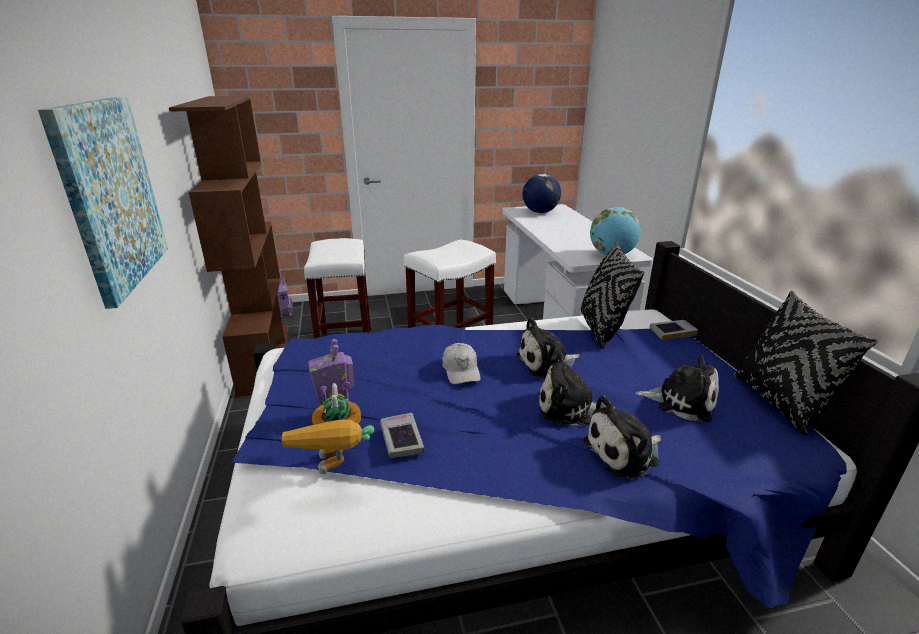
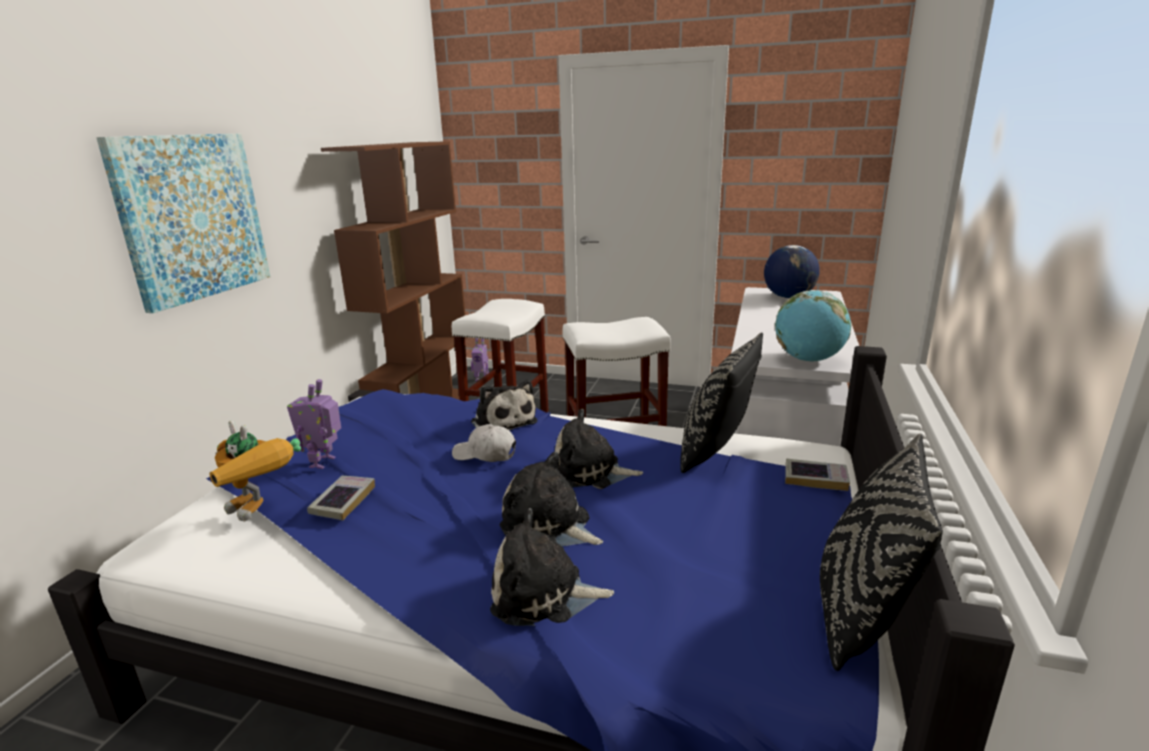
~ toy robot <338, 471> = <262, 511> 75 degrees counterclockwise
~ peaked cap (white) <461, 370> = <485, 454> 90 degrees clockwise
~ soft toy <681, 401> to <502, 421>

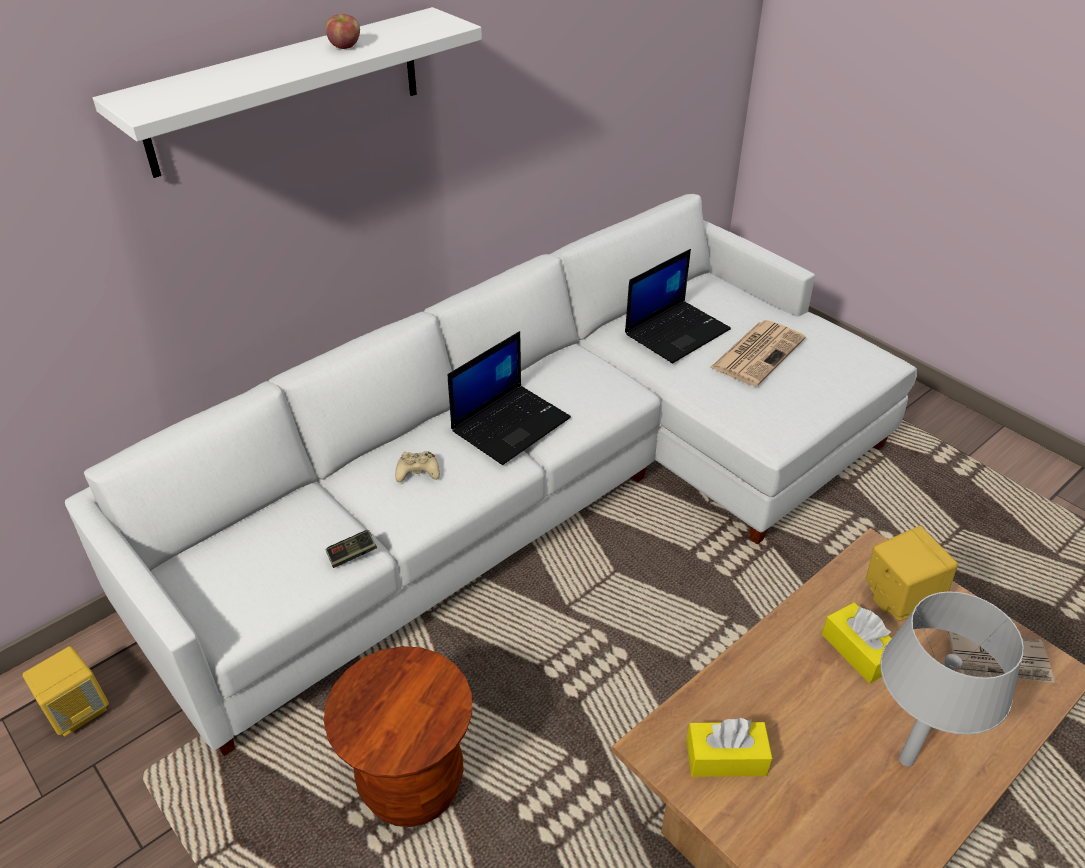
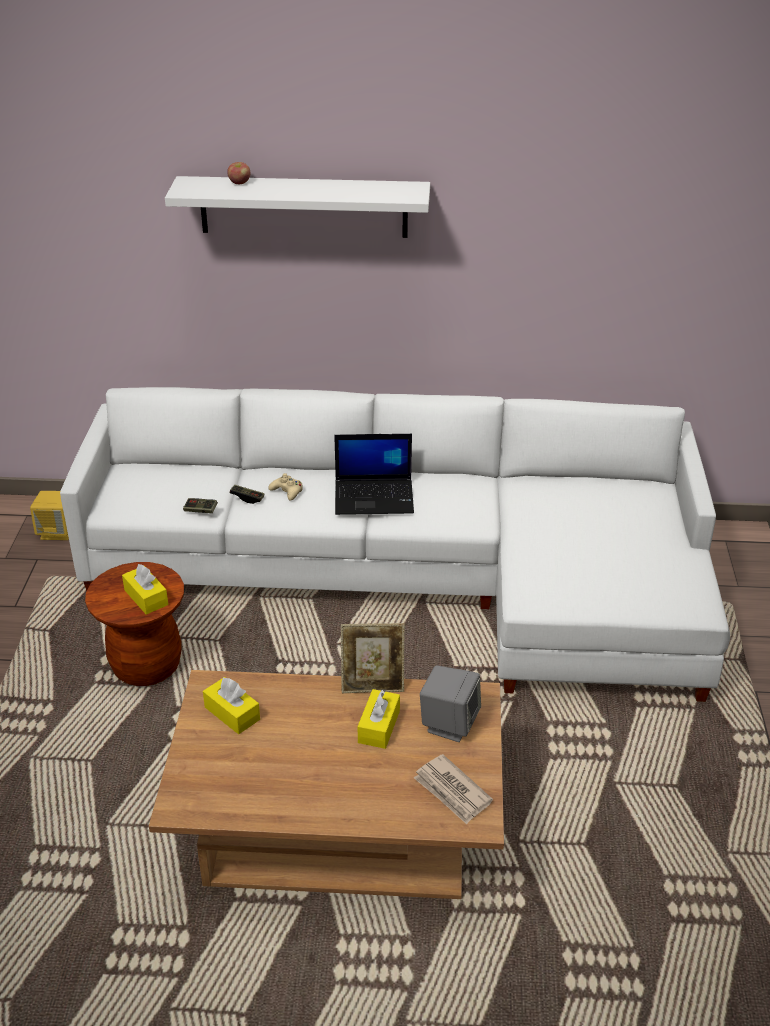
+ tissue box (yellow) <146, 597>
~ whole apple <345, 47> to <239, 183>
+ gamepad <247, 498>
+ standing frame <373, 684>
~ loudspeaker (yellow) <898, 598> to loudspeaker (grey) <449, 723>
- portable computer <677, 331>
- printed paper <758, 352>
- lamp for a table (grey) <906, 760>

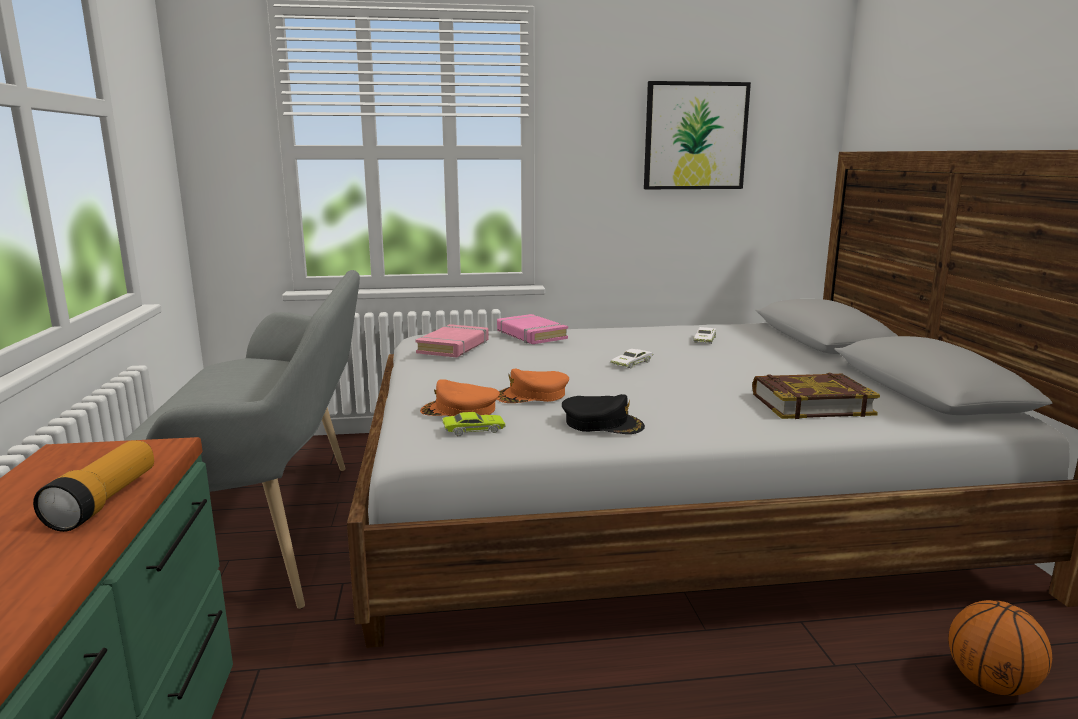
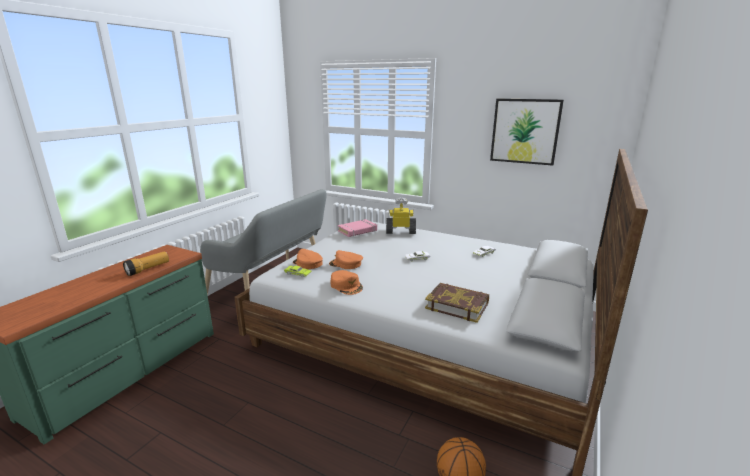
~ peaked cap (black-coloured) <602, 423> to peaked cap (orangey) <346, 286>
~ bound book (pink) <531, 335> to toy robot <401, 231>

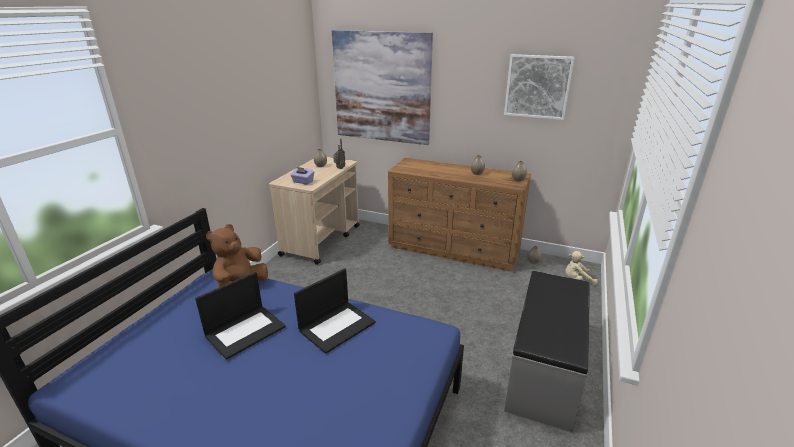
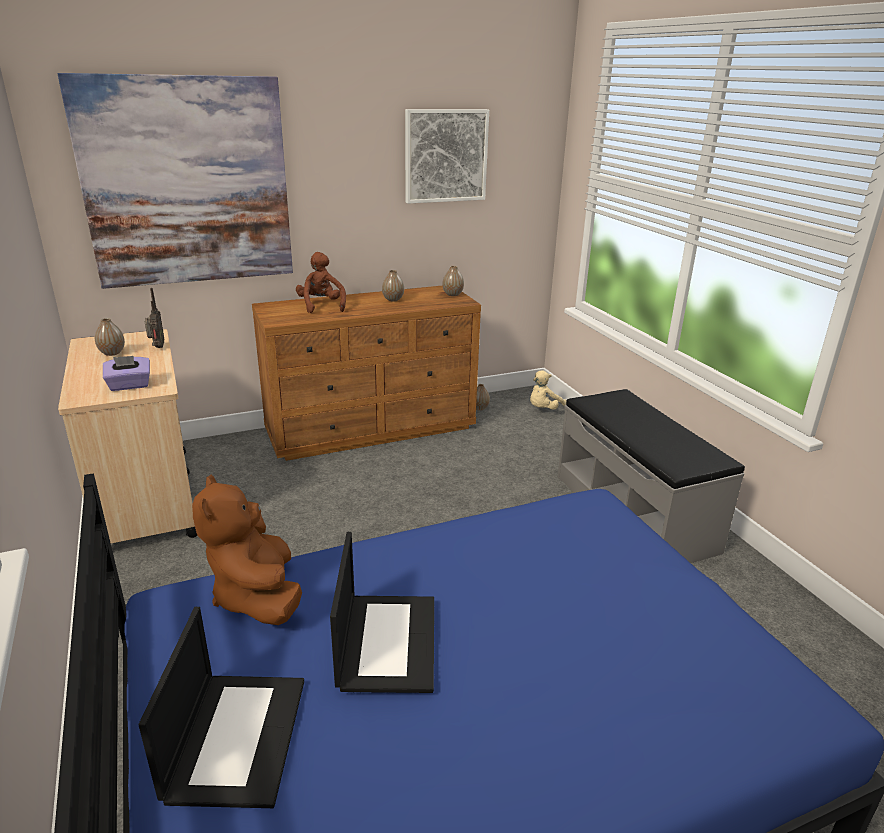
~ portable computer <337, 326> to <236, 736>
+ soft toy (brown) <321, 306>

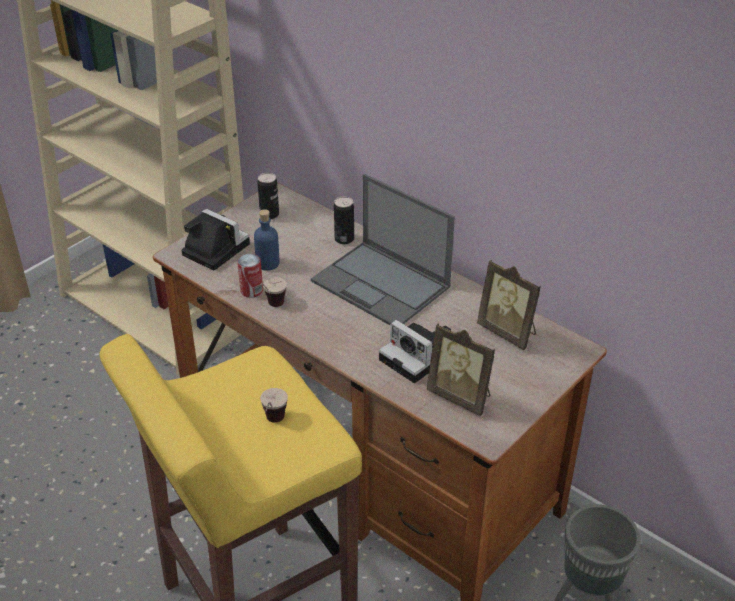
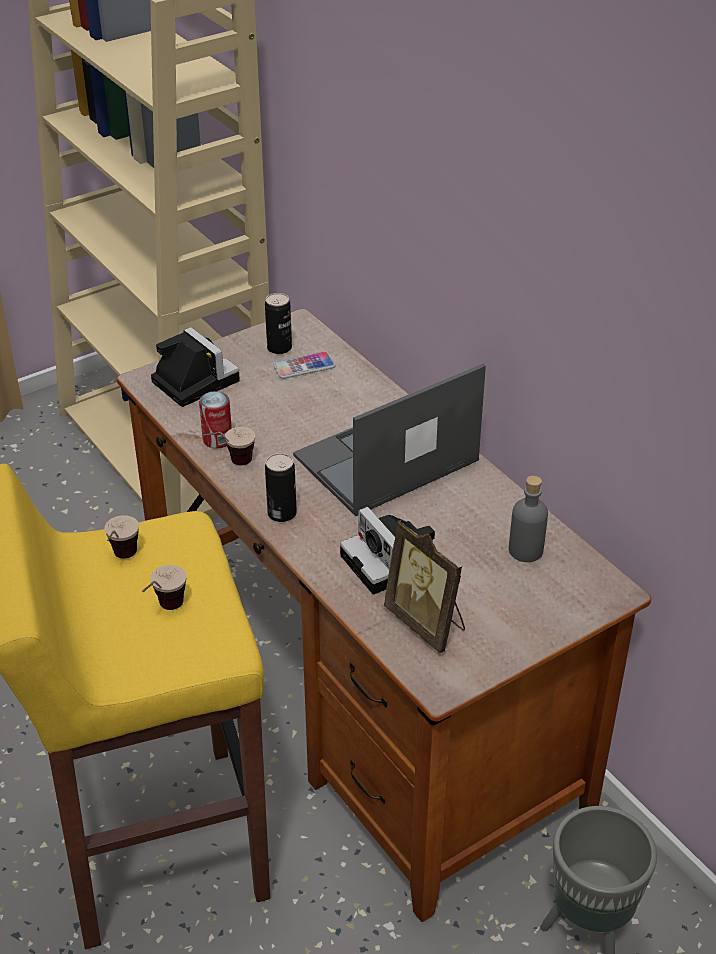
+ drinking cup <122, 561>
~ metal can <344, 239> to <282, 513>
+ handset <304, 366>
~ portable computer <382, 285> = <384, 460> 90 degrees clockwise
~ standing frame <508, 332> to drink bottle (grey) <525, 550>
- drink bottle (blue) <268, 263>

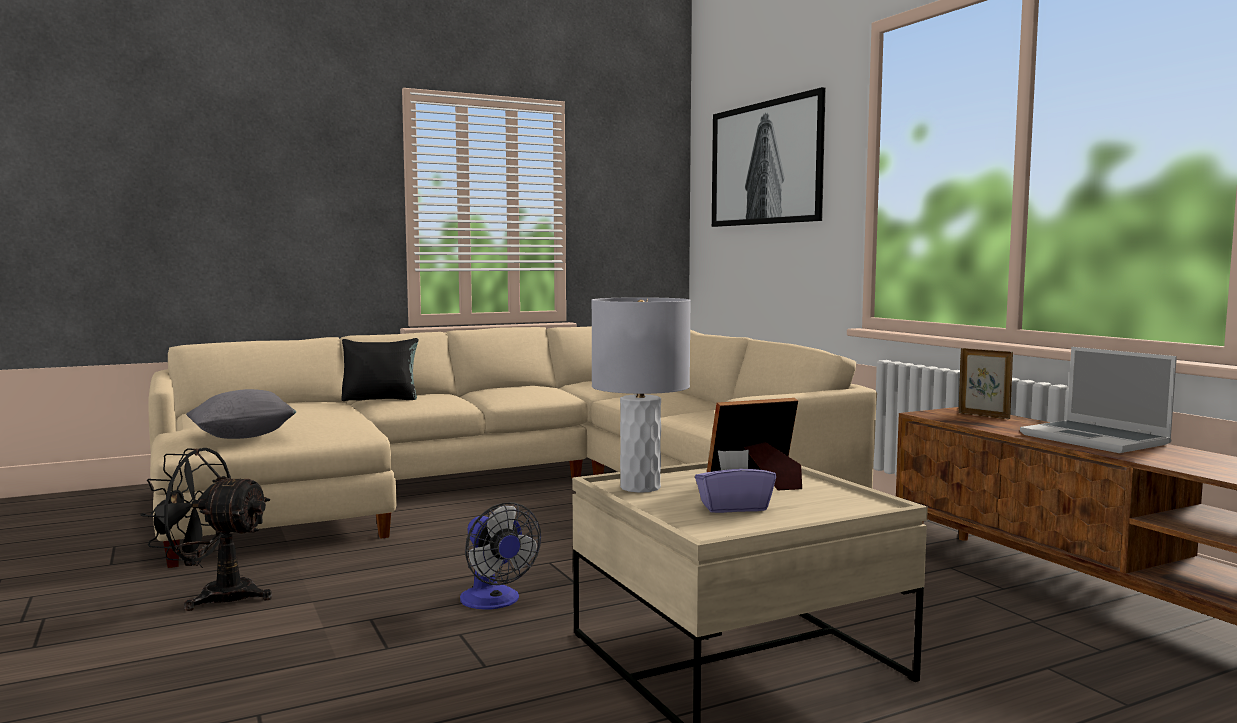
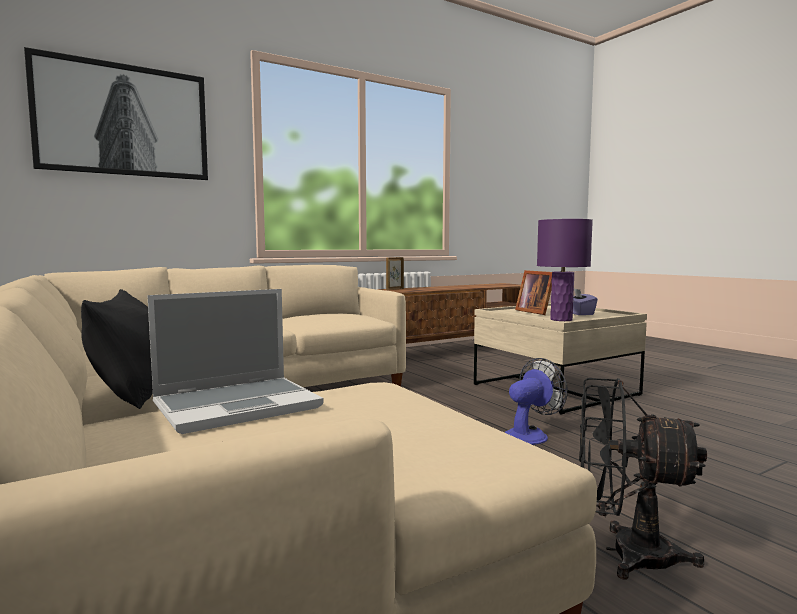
~ portable computer <1096, 439> to <238, 405>
~ lamp for a table (grey) <640, 487> to lamp for a table (purple) <561, 319>
~ fan (black-coloured) <215, 596> = <625, 553> 105 degrees clockwise
- pillow (grey) <243, 436>

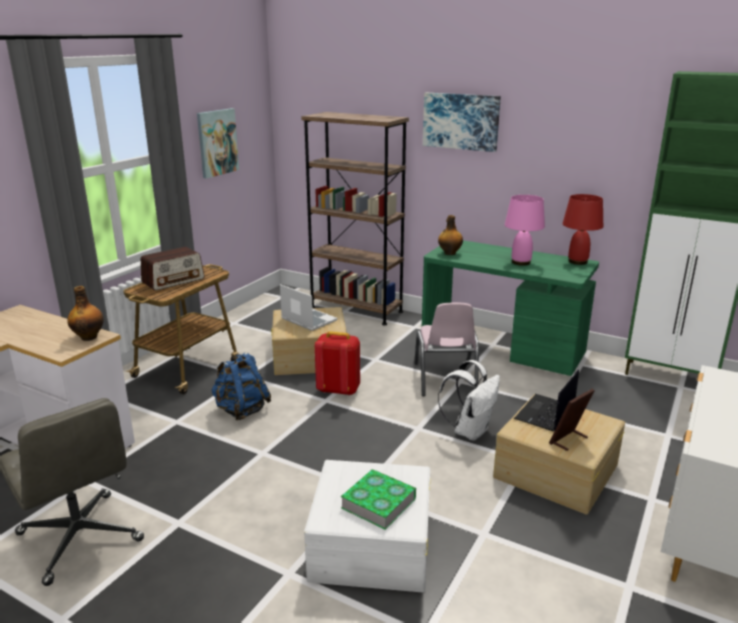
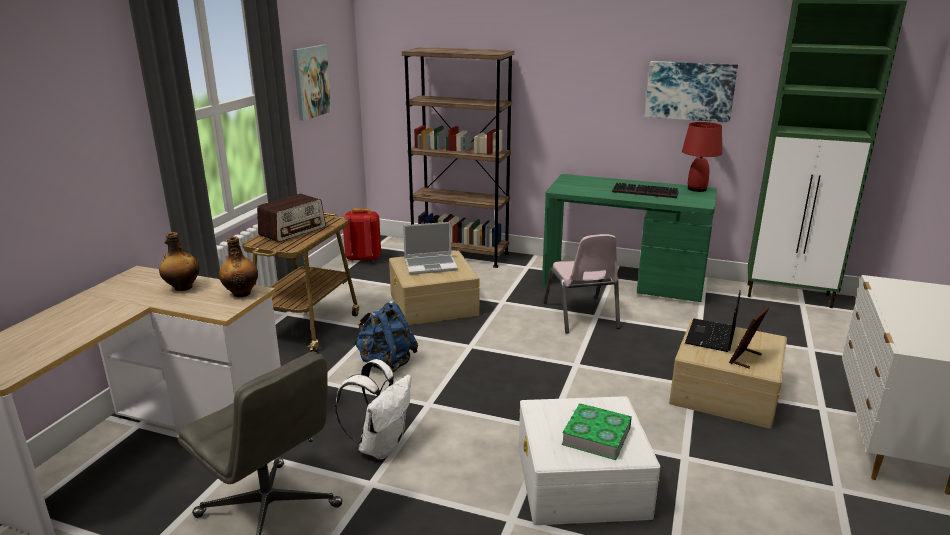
~ drink bottle <449, 253> to <182, 287>
~ knapsack (white) <470, 431> to <381, 445>
~ knapsack (red-coloured) <338, 390> to <363, 258>
~ portable computer <308, 320> = <431, 265> 135 degrees clockwise
~ lamp for a table (pink) <520, 262> to computer keyboard <643, 192>
~ wall picture <461, 121> to <690, 91>

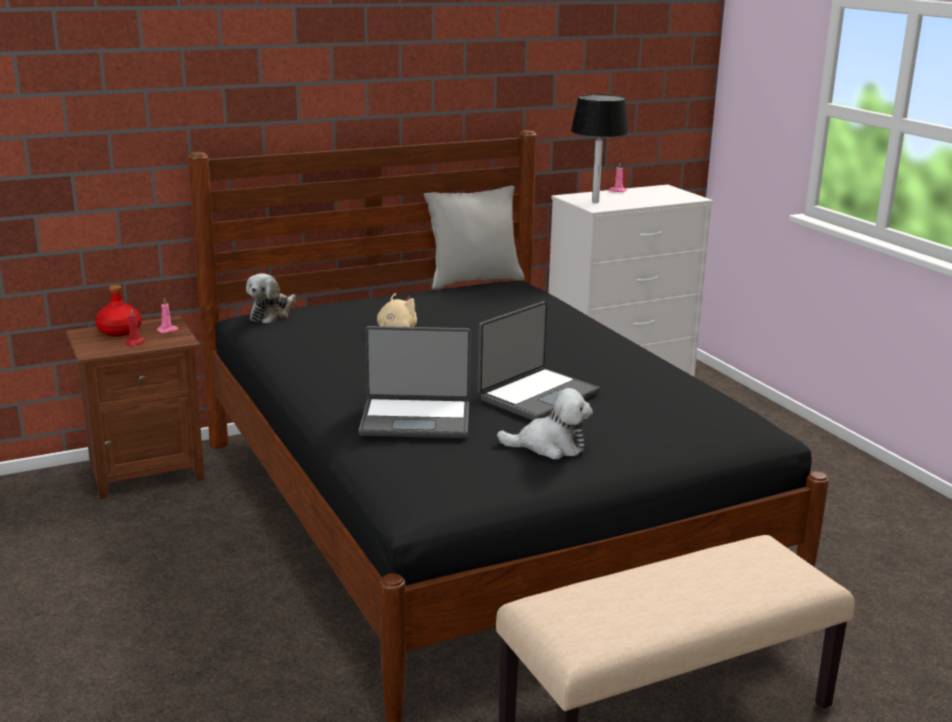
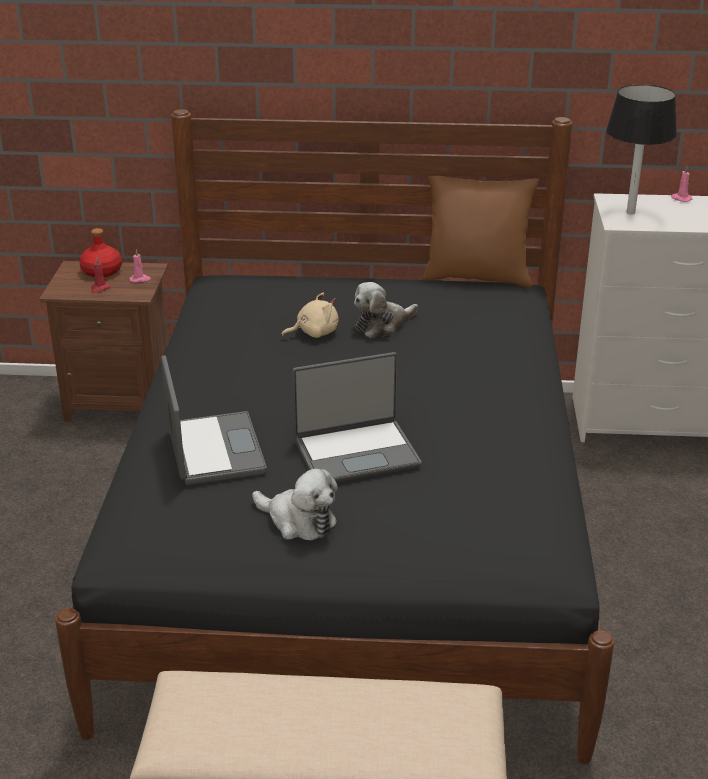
~ portable computer <416, 419> = <213, 450> 135 degrees counterclockwise
~ soft toy <272, 315> to <382, 325>
~ pillow (grey) <473, 281> to pillow (brown) <477, 277>

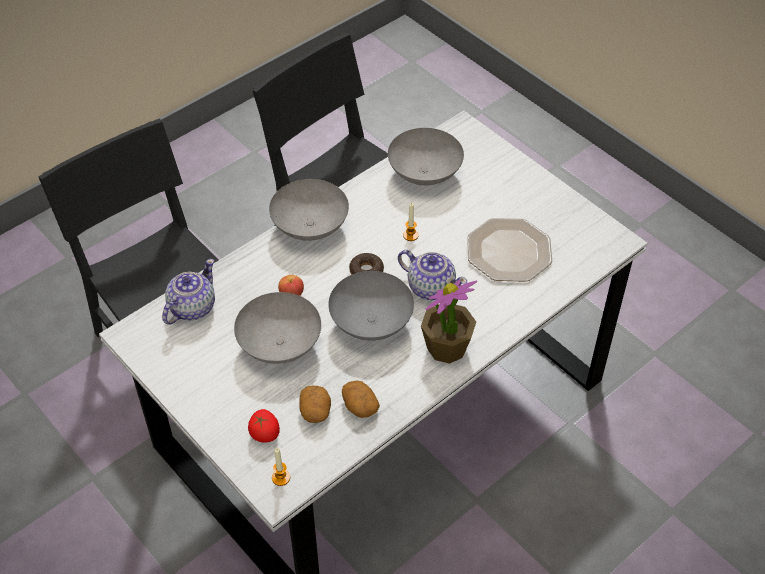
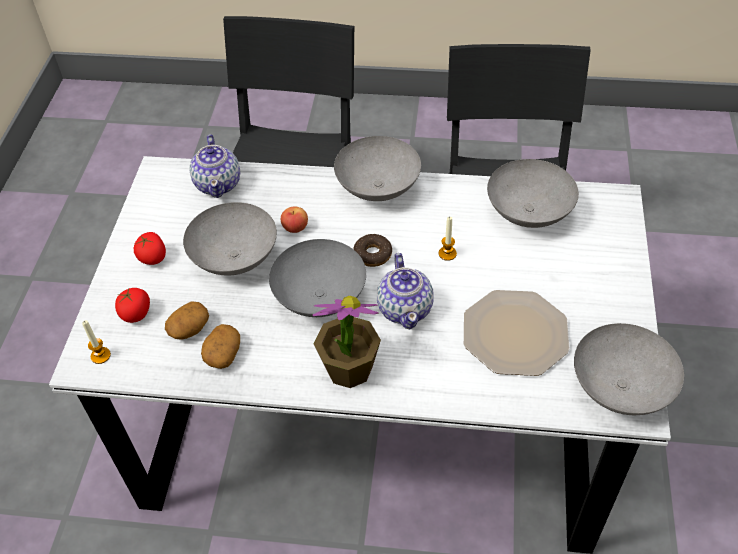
+ tomato <153, 258>
~ teapot <191, 308> = <218, 183> 90 degrees clockwise
+ bowl (grey) <622, 388>

